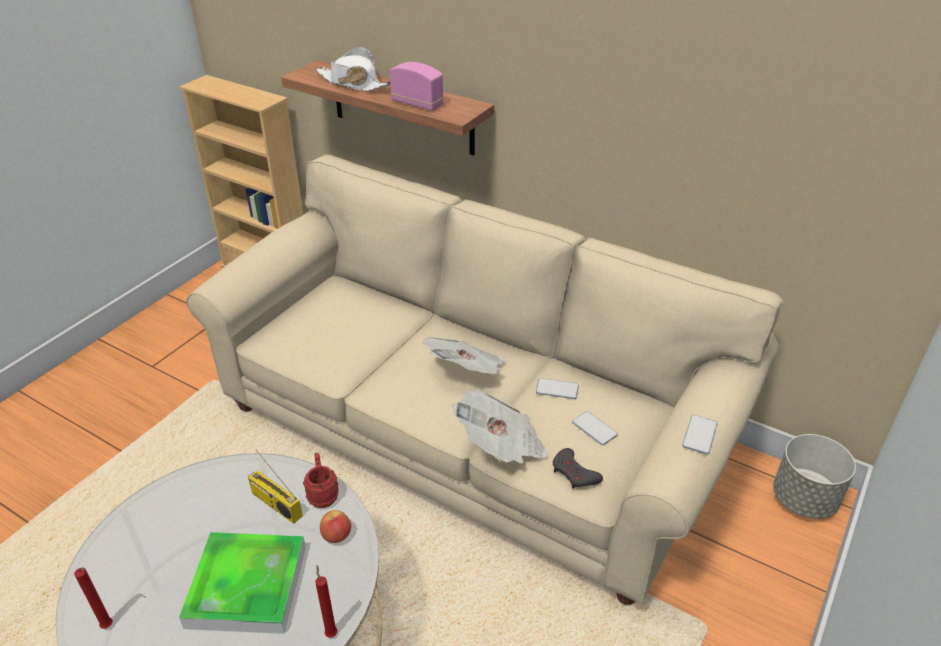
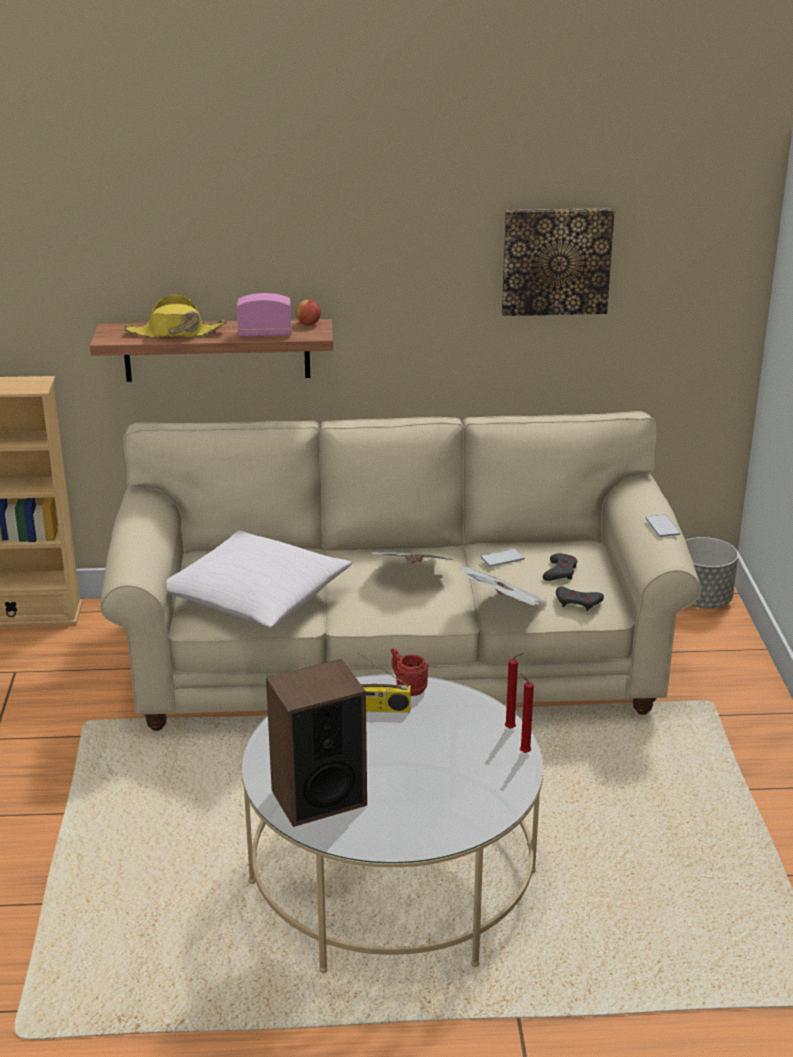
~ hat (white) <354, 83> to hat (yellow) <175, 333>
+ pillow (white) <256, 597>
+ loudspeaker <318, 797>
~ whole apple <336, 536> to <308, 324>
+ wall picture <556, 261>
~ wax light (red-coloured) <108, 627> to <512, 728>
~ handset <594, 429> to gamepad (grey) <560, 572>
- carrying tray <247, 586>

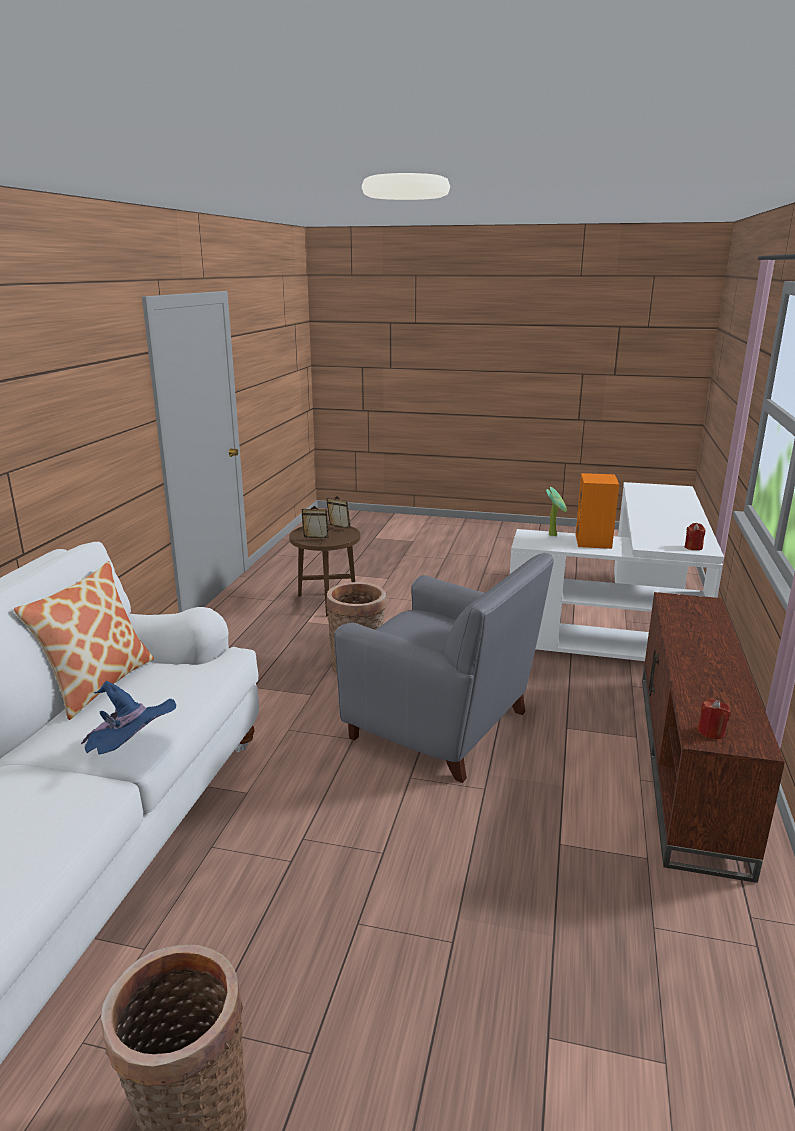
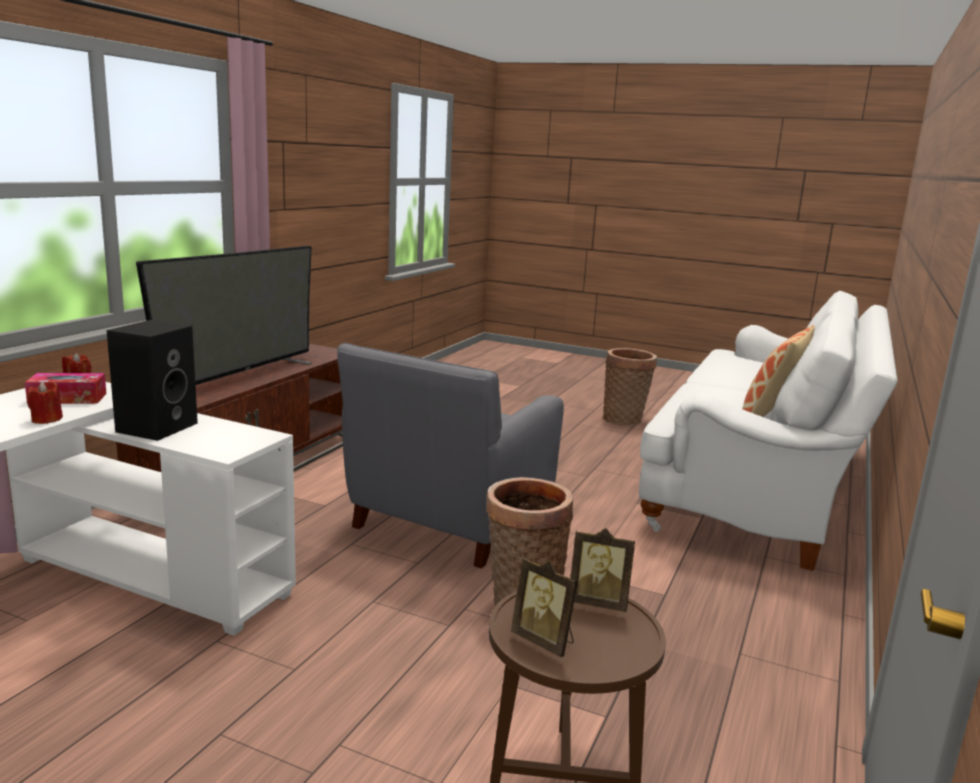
+ tissue box <67, 398>
~ wax light (red-coloured) <711, 732> to <46, 419>
~ loudspeaker (orangey) <594, 542> to loudspeaker (black-coloured) <157, 427>
+ TV <240, 378>
~ armchair (grey) <442, 726> = <447, 522> 105 degrees counterclockwise
- hat (blue) <132, 751>
- potted plant <554, 535>

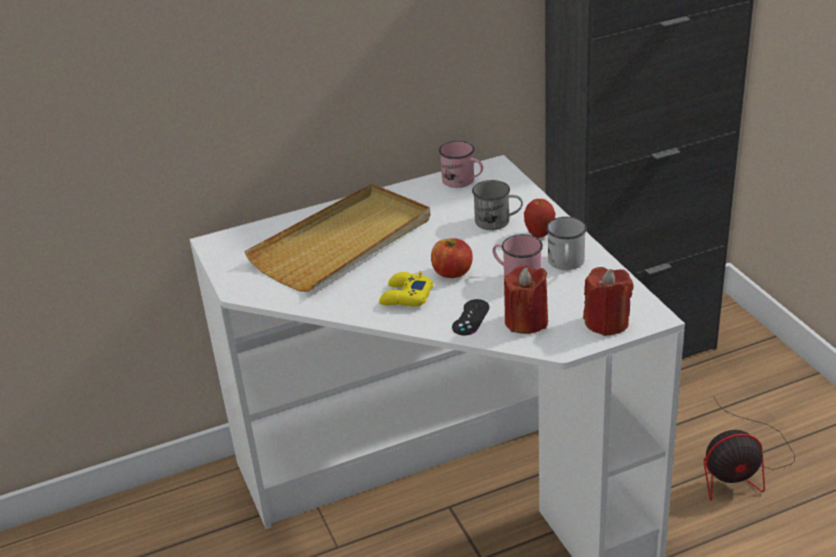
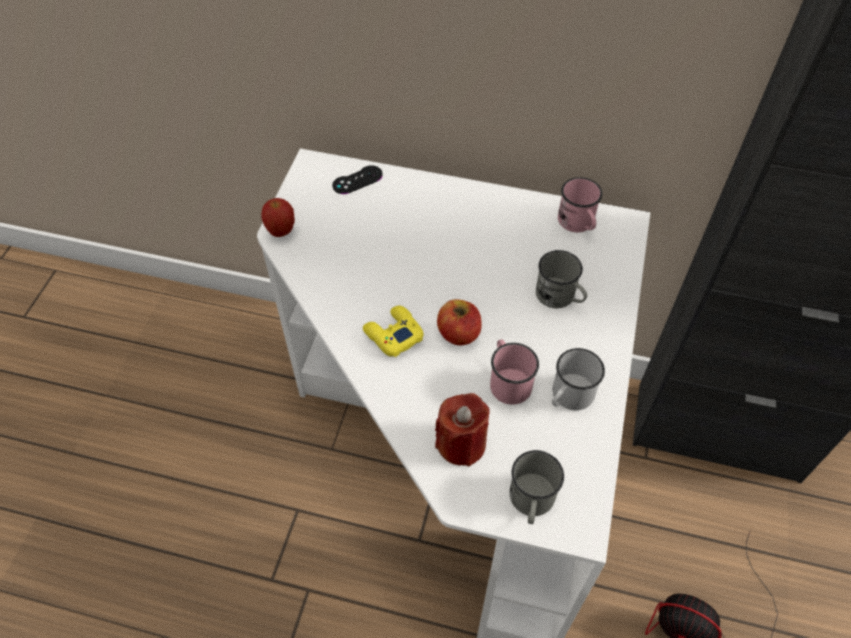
~ whole apple <539, 234> to <281, 231>
~ gamepad (black-coloured) <470, 317> to <357, 180>
~ wax light (red-coloured) <606, 322> to coffee mug (grey) <531, 502>
- carrying tray (beige) <343, 243>

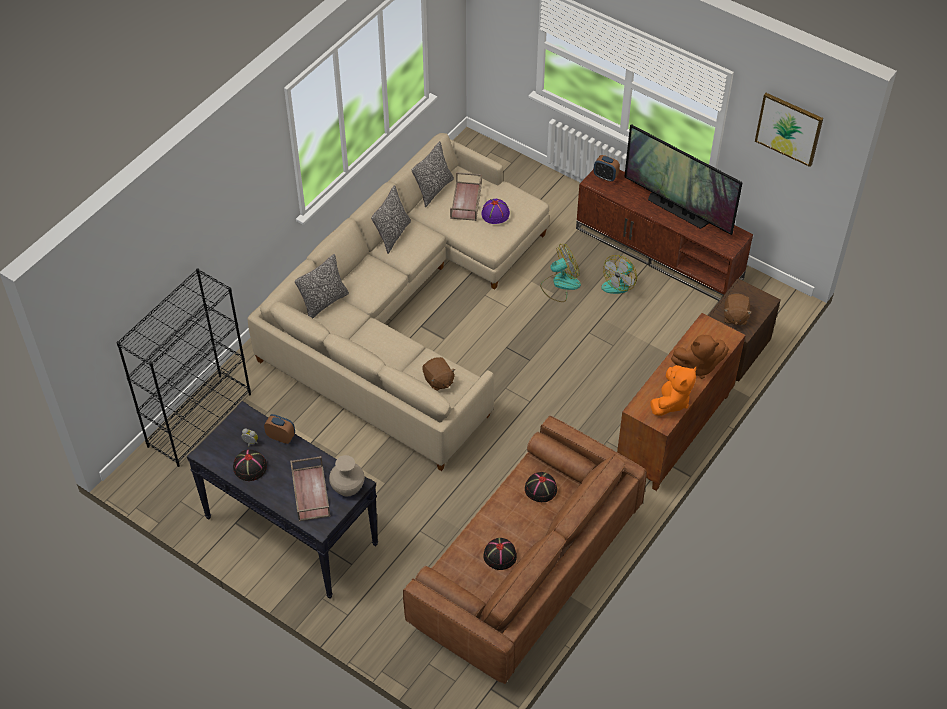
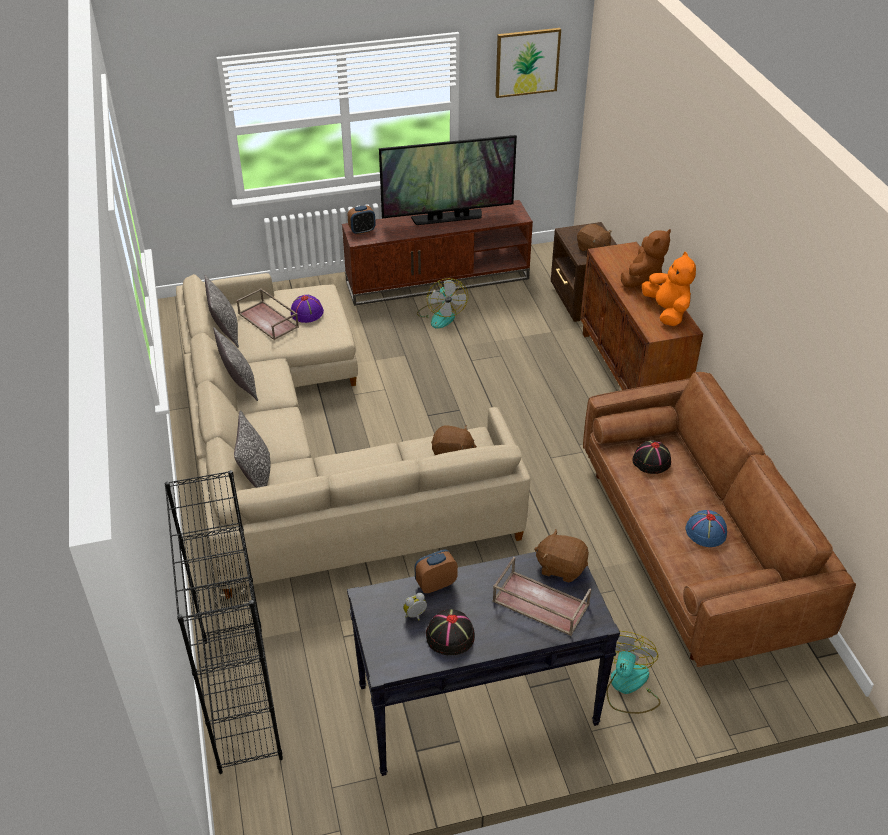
~ vase (beige) <347, 486> to soft toy (brown) <561, 567>
~ fan <560, 284> to <627, 687>
~ hat (black-coloured) <500, 555> to hat (blue) <705, 532>

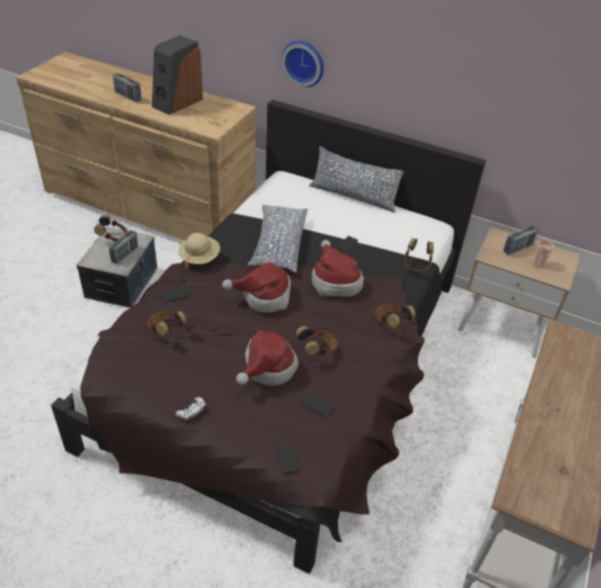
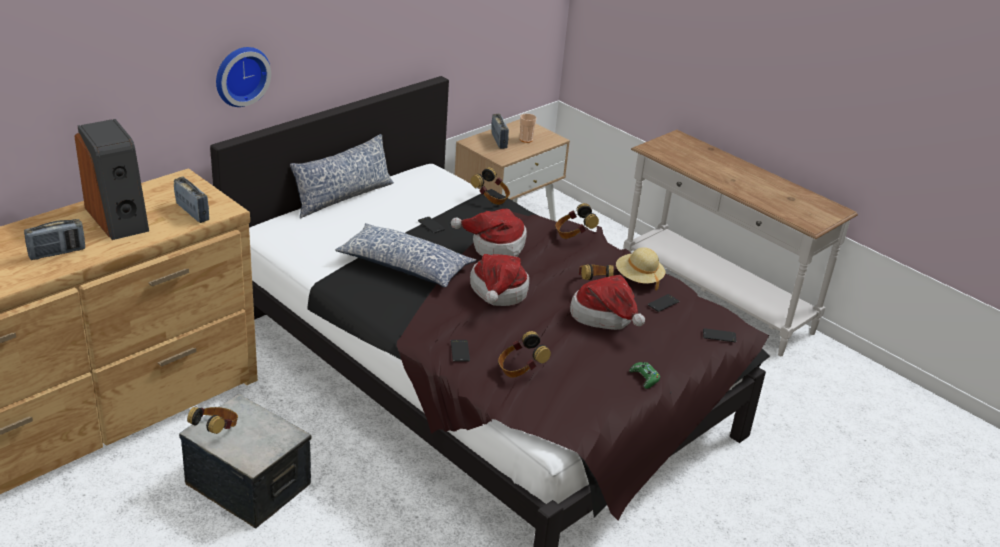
~ radio <125, 254> to <192, 212>
~ hat (beige) <199, 257> to <638, 278>
~ gamepad (white) <192, 411> to gamepad (green) <644, 378>

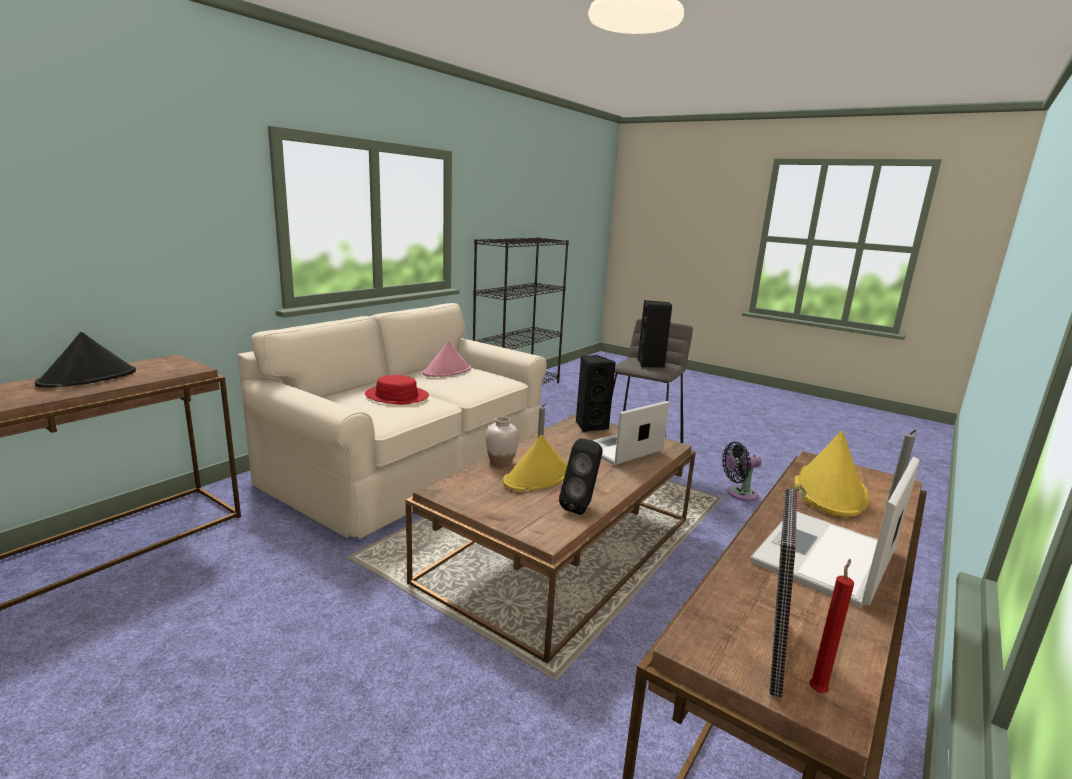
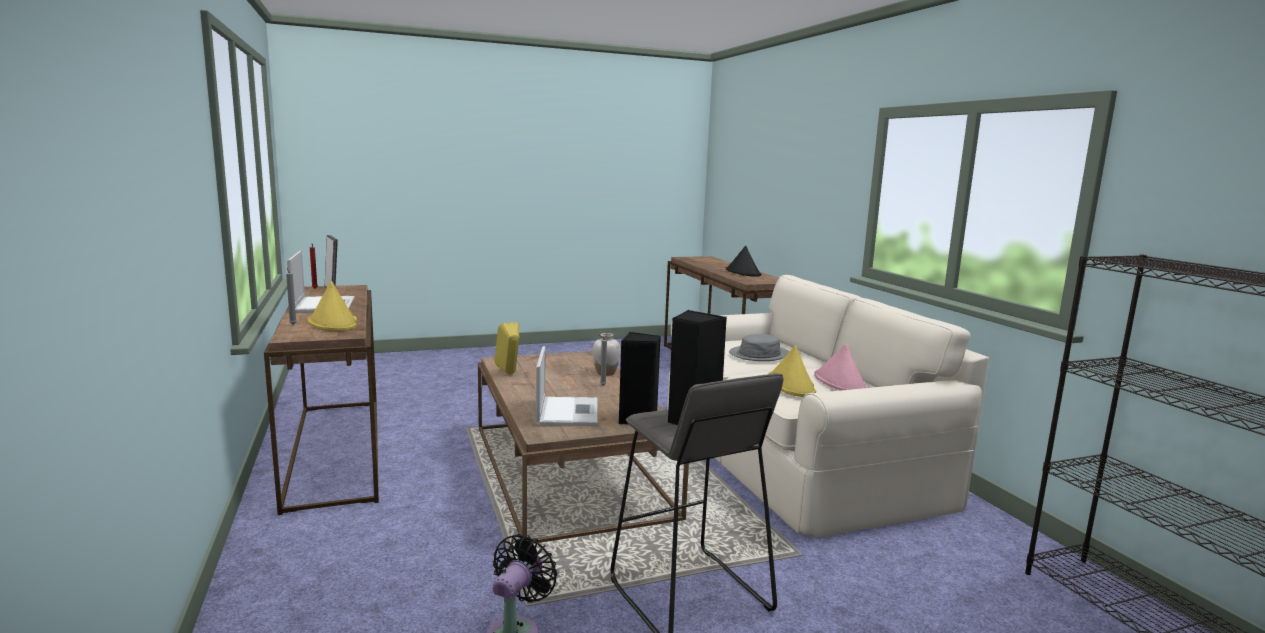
~ loudspeaker (black-coloured) <582, 507> to loudspeaker (yellow) <509, 374>
~ hat (red-coloured) <396, 396> to hat (grey) <759, 354>
~ hat (yellow) <538, 477> to <791, 385>

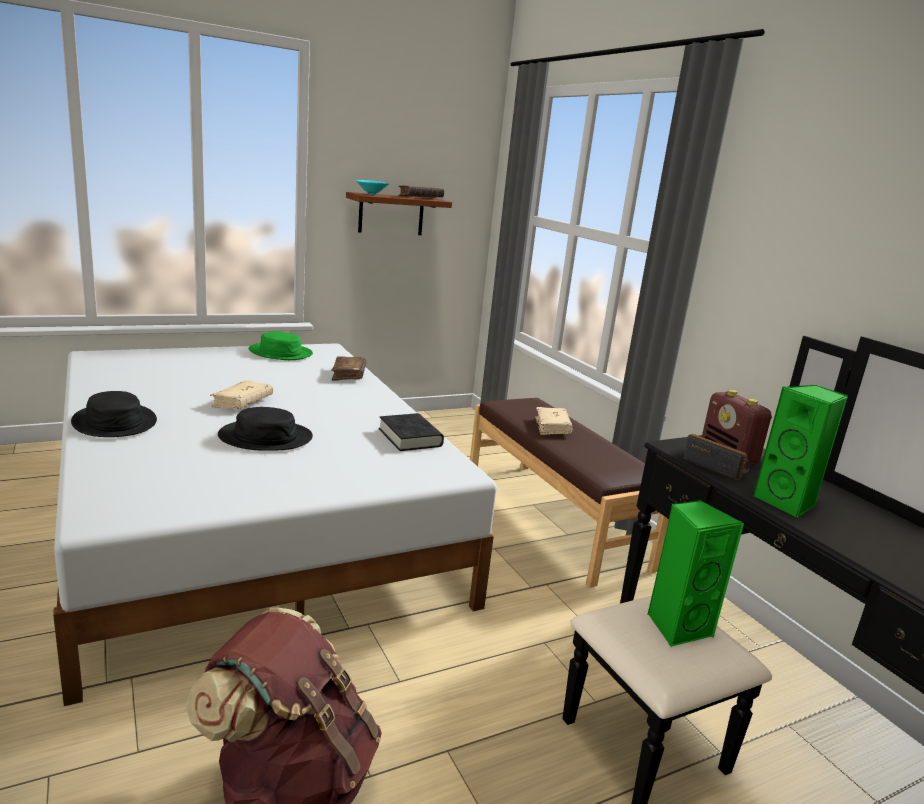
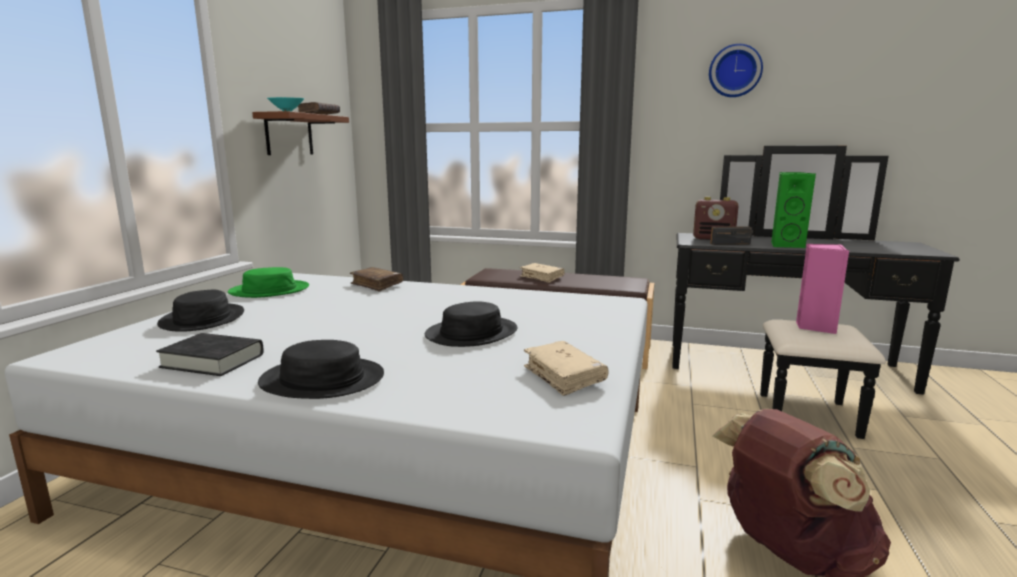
~ bound book (black-coloured) <410, 437> to <213, 361>
+ hat (black-coloured) <203, 319>
~ bound book (beige) <242, 403> to <564, 376>
+ wall clock <735, 71>
~ loudspeaker (green) <677, 627> to loudspeaker (pink) <815, 327>

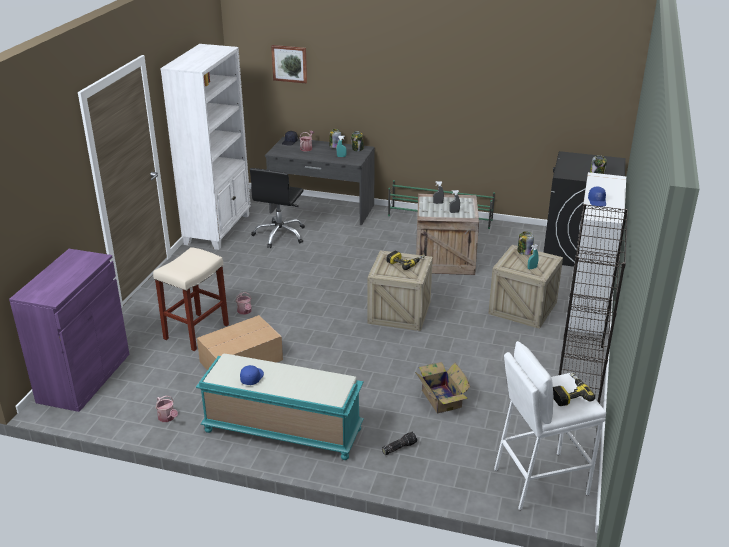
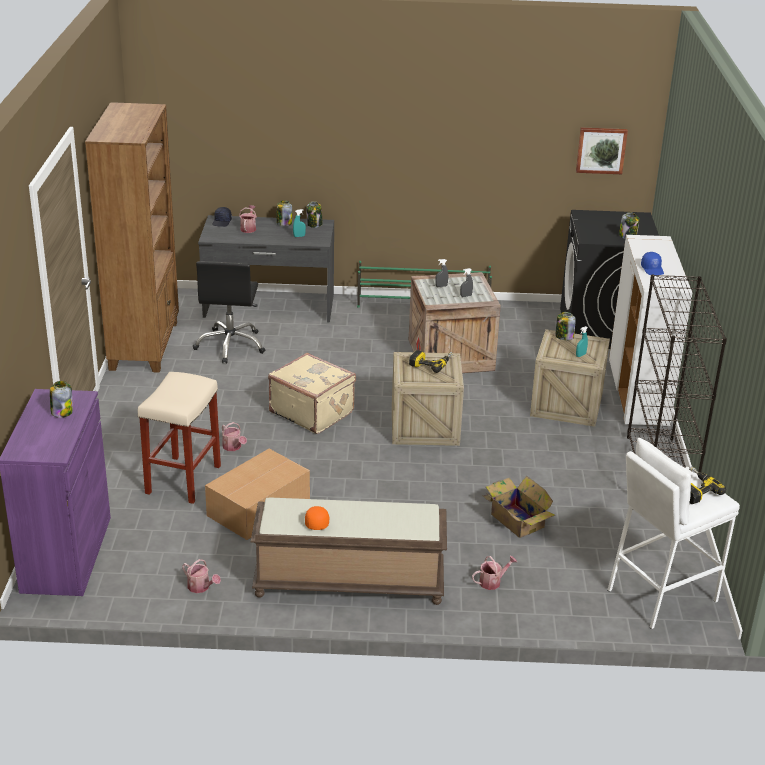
+ preserve jar <62, 412>
~ shelving unit (white) <218, 229> to shelving unit (brown) <145, 345>
~ indoor bench (blue-green) <281, 430> to indoor bench (brown) <348, 582>
+ travel case (beige) <312, 412>
~ peaked cap (blue) <252, 378> to peaked cap (orangey) <317, 521>
~ flashlight <399, 447> to sprinkling can <492, 582>
~ wall picture <289, 63> to <601, 150>

